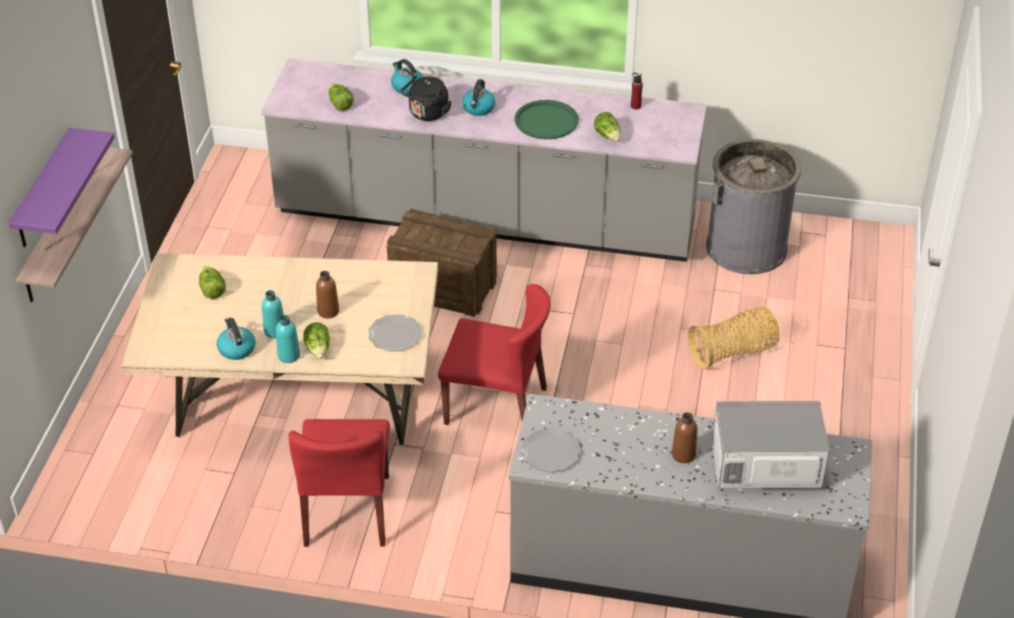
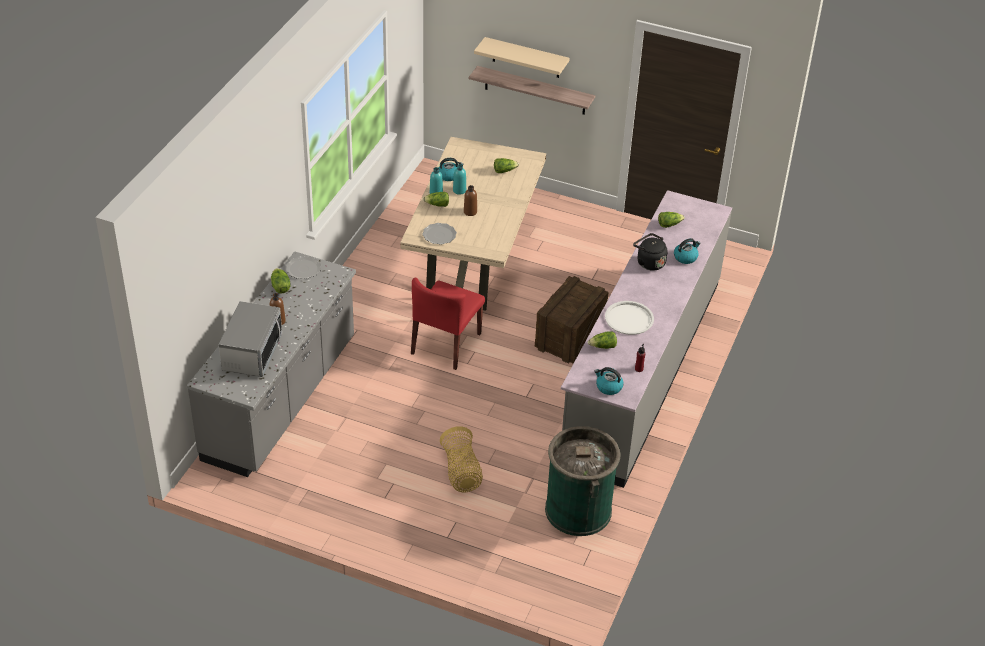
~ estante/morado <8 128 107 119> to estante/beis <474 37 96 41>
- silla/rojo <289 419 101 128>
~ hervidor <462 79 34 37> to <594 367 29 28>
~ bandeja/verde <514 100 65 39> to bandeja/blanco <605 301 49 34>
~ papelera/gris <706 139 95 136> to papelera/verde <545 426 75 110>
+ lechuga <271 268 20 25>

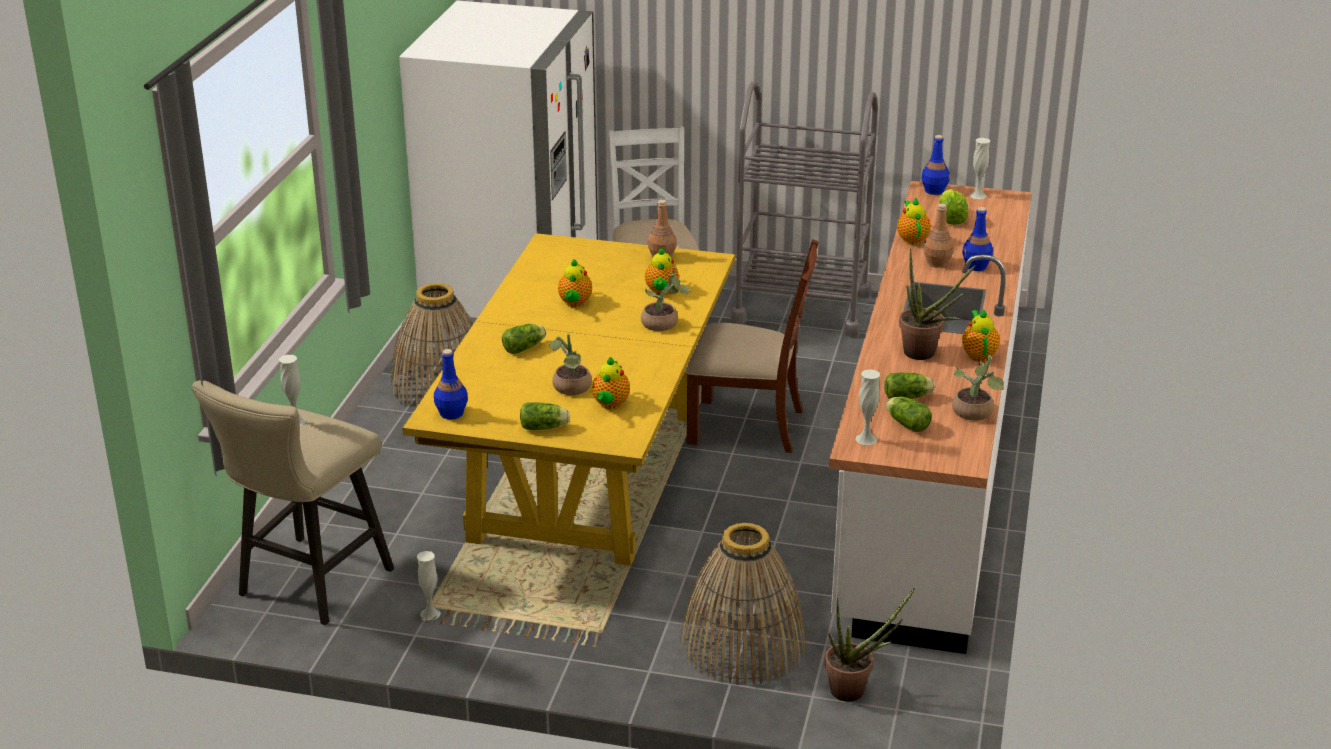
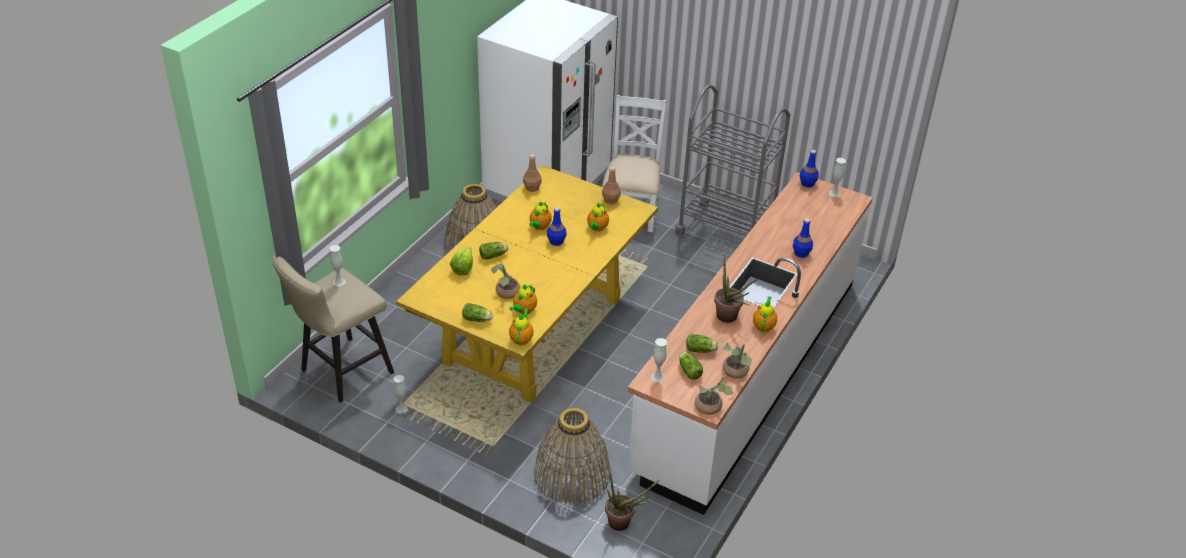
~ botella/azul <434 349 34 70> to <547 207 19 39>
~ planta en maceta <641 267 50 64> to <695 376 38 39>
- silla/marrón <685 239 134 214>
~ tetera <897 198 33 47> to <509 309 25 36>
~ botella/marrón <924 204 30 64> to <523 154 19 38>
~ lechuga <939 189 29 36> to <450 247 23 28>

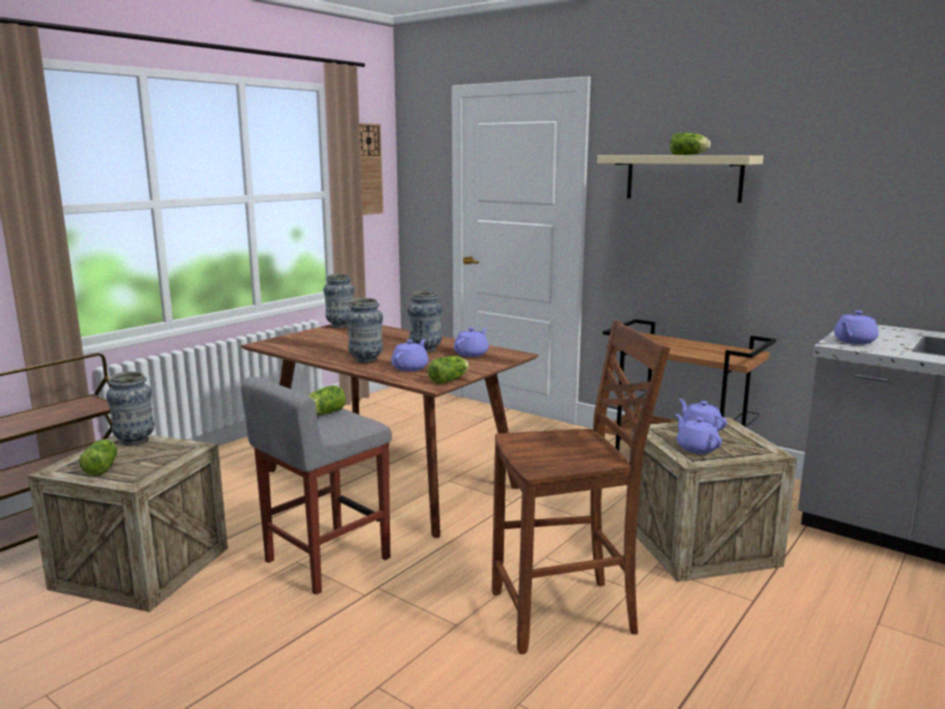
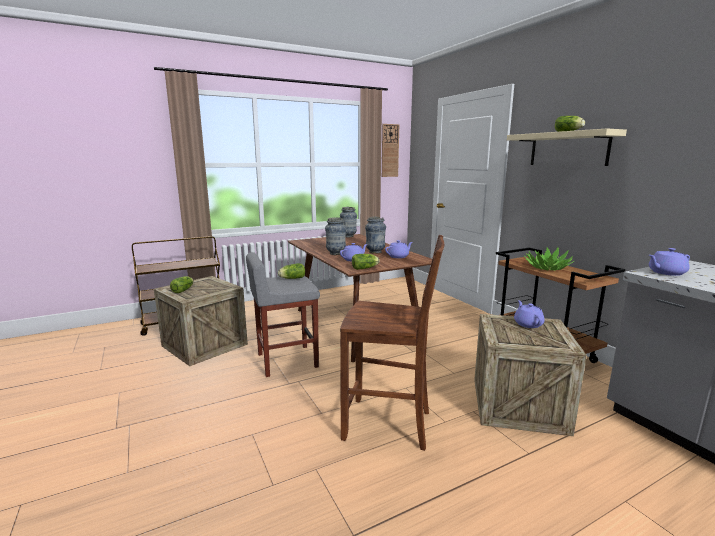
- florero <106 372 48 74>
- tetera/morado <676 414 46 40>
+ planta en maceta <523 247 51 23>

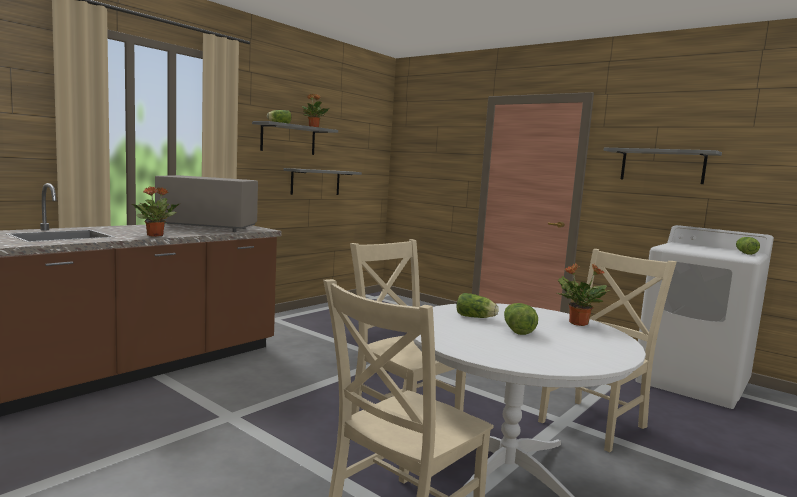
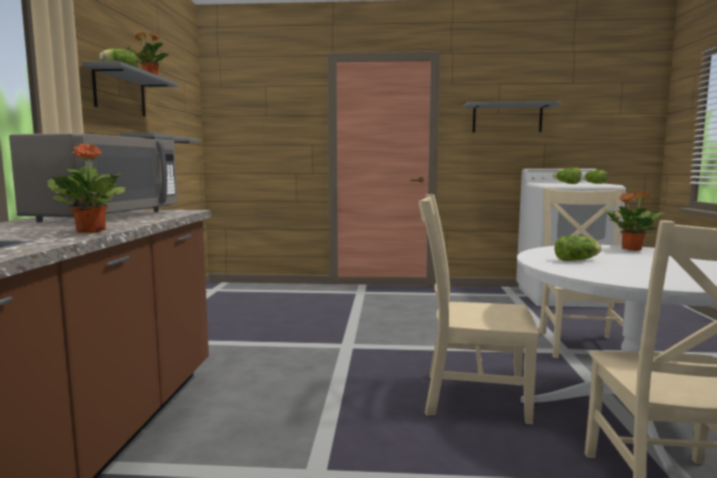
~ microondas/gris <155 175 103 57> = <9 133 169 89> 135 degrees clockwise
~ lechuga <504 303 34 32> to <553 168 29 16>

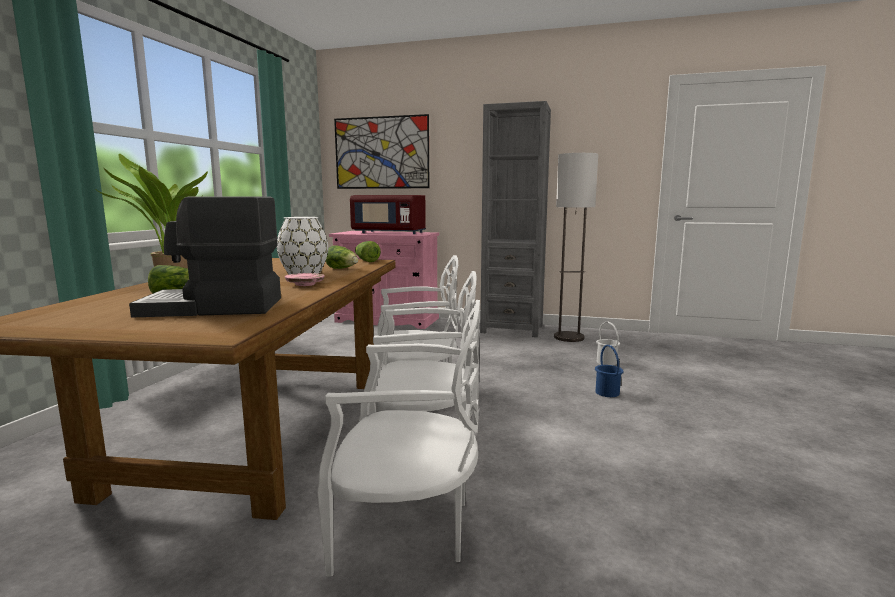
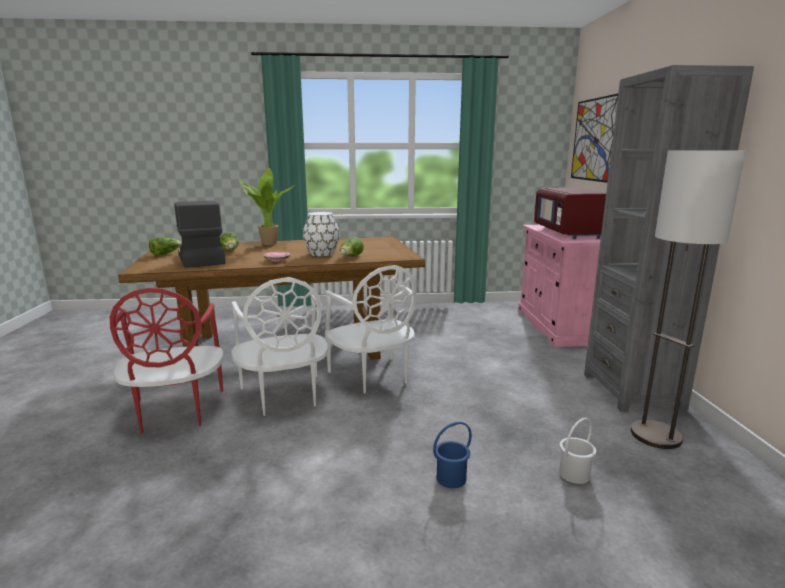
~ silla/blanco <317 300 163 277> to silla/rojo <110 288 114 146>
~ lechuga <355 241 26 21> to <149 237 33 19>

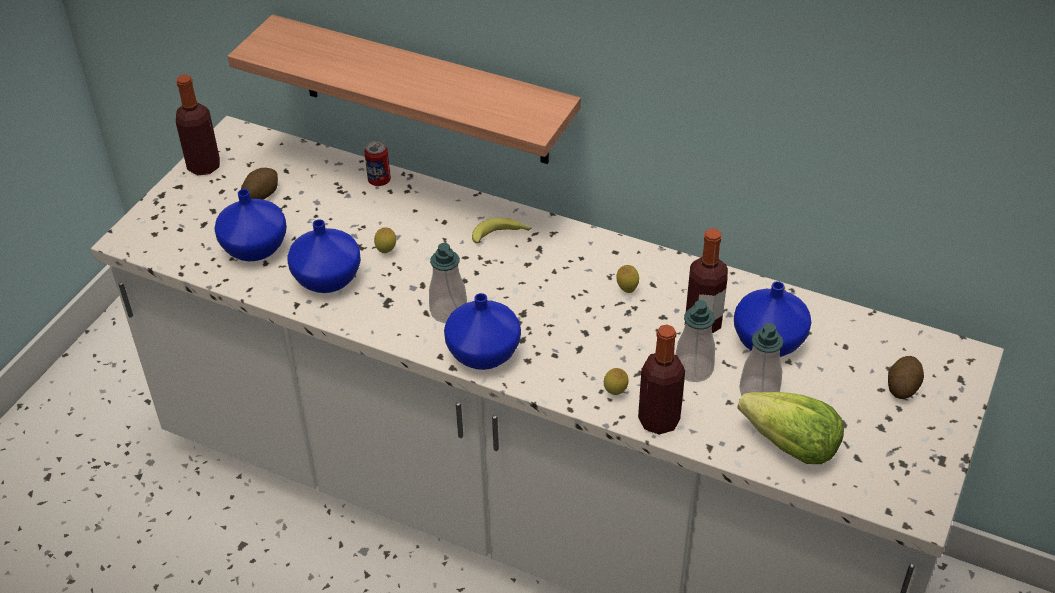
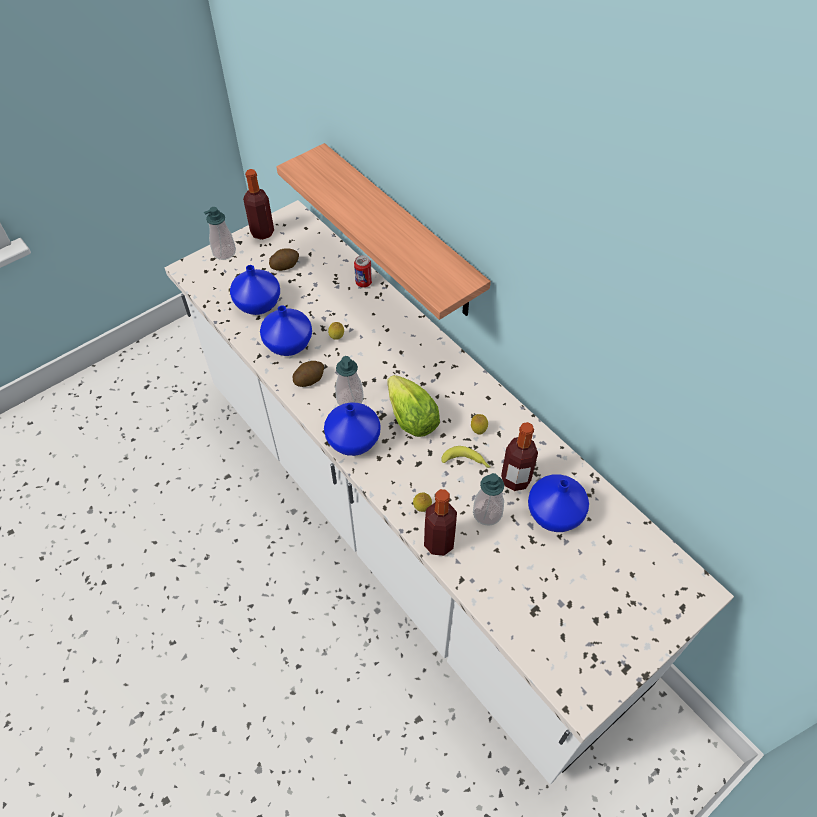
~ plátano <472 218 60 25> to <441 446 49 22>
~ lechuga <737 392 107 72> to <387 375 53 62>
~ dispensador de jabón <739 323 44 72> to <204 207 32 53>
~ patata <888 356 36 43> to <293 361 31 26>

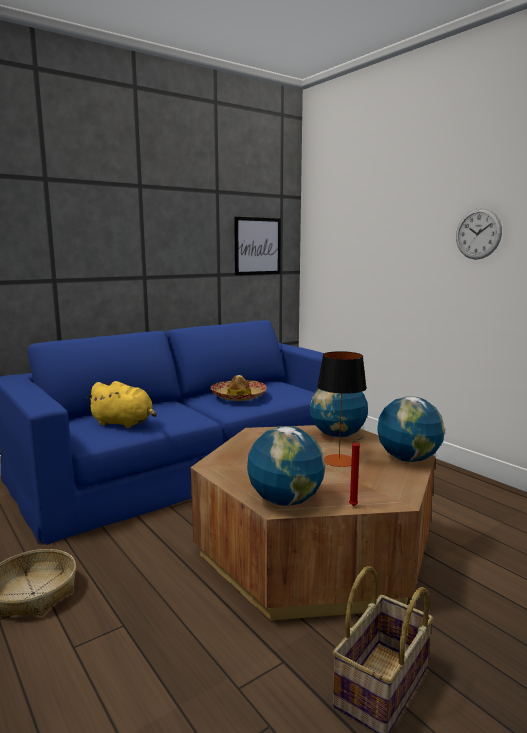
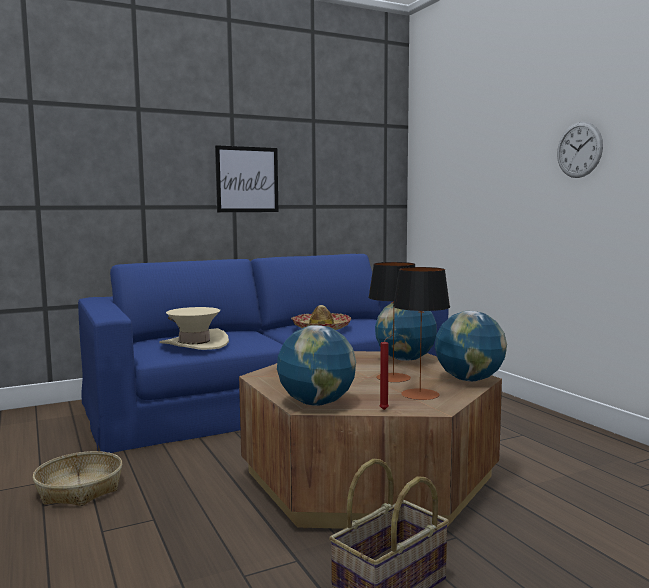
~ peluche/amarillo <86 381 71 47> to sombrero/beis <159 307 70 43>
~ cuadro <234 217 47 58> to <215 145 63 67>
+ lámpara de mesa <393 267 57 133>

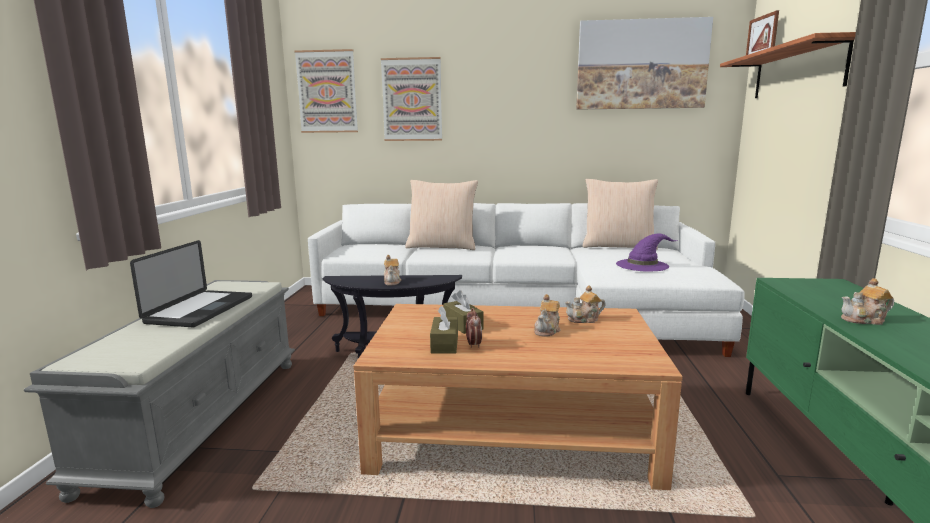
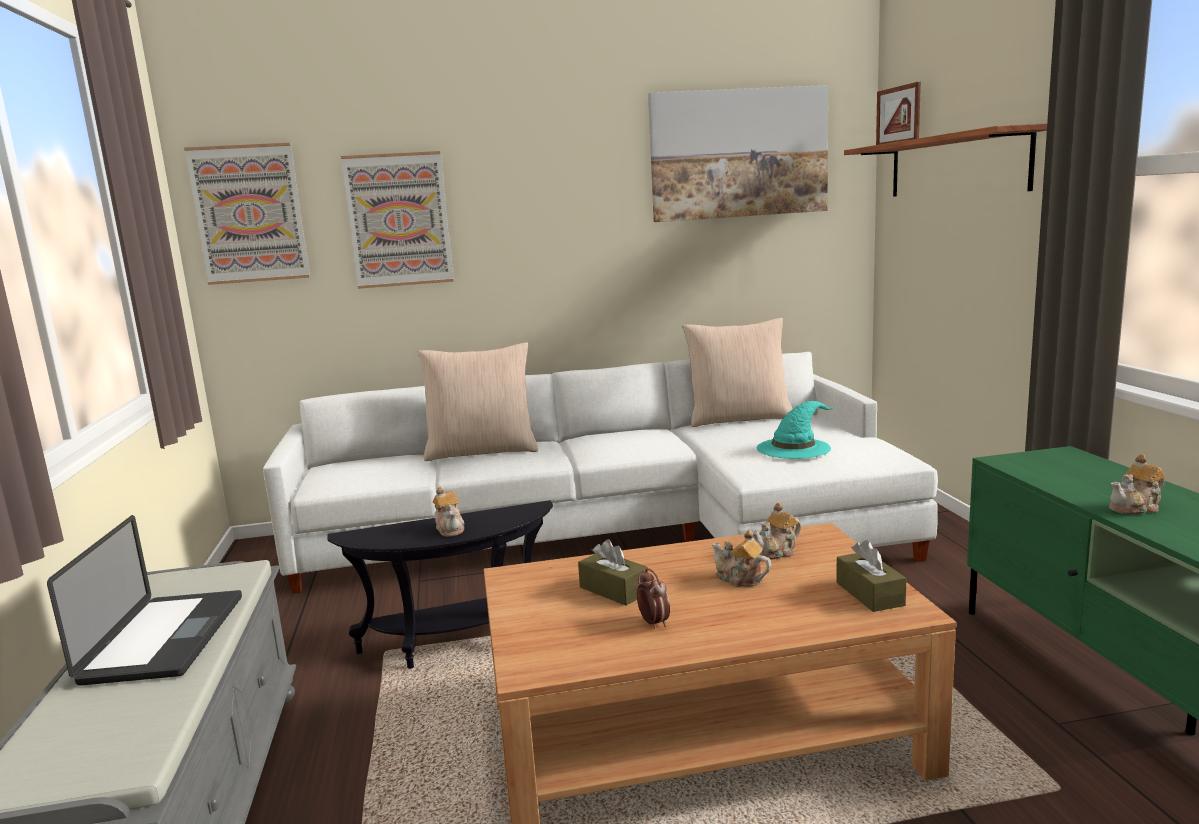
~ caja de pañuelos/marrón <430 306 28 48> to <836 540 71 72>
~ tetera <534 294 27 43> = <712 530 59 57> 120 degrees clockwise
~ sombrero/morado <616 233 61 39> to sombrero/turquesa <757 401 77 58>

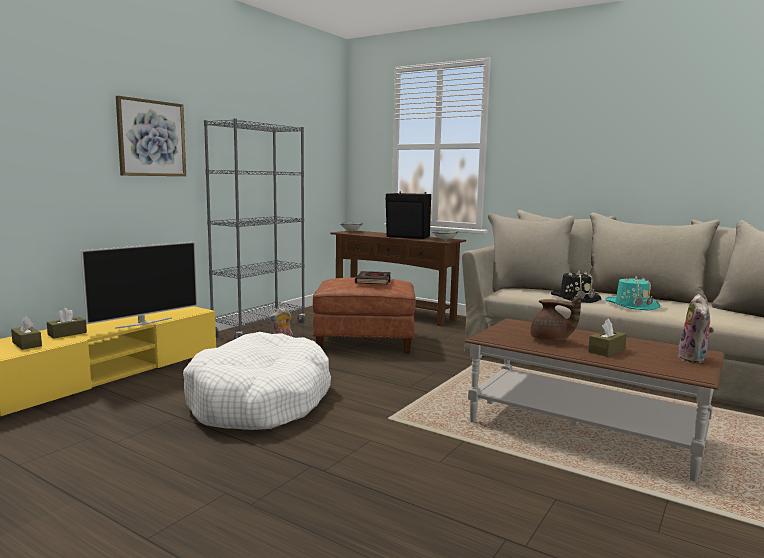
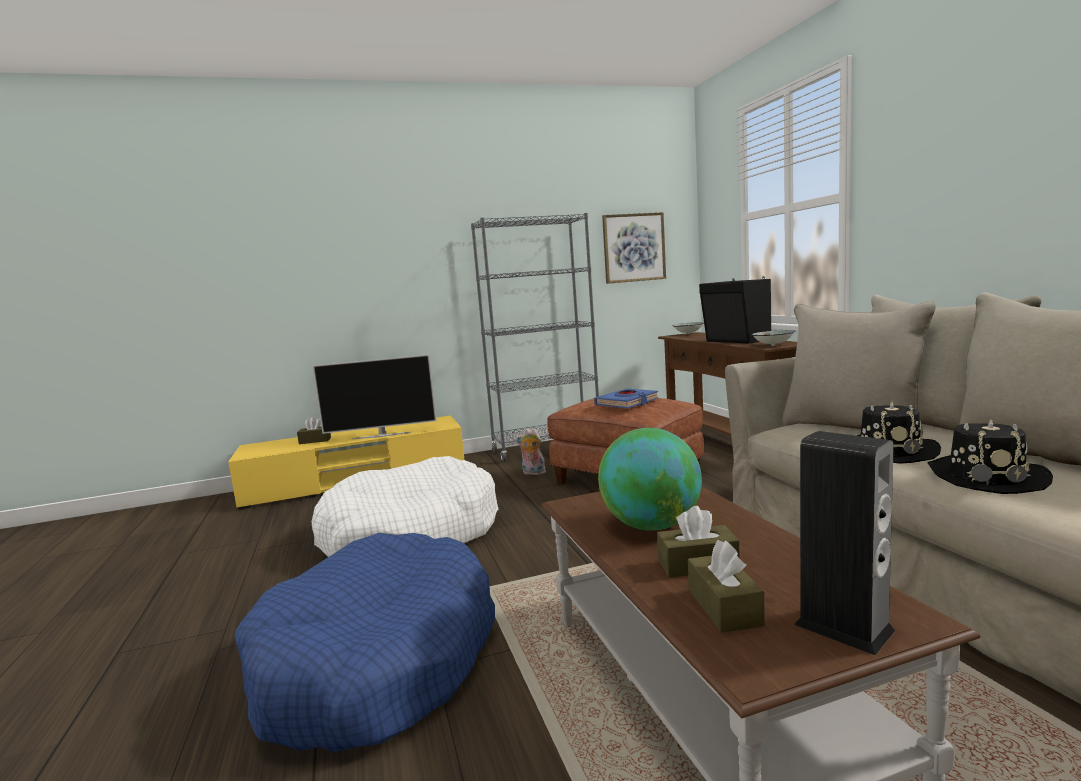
~ caja de pañuelos/marrón <11 317 31 33> to <688 540 77 93>
~ cuadro <116 95 70 81> to <602 212 64 72>
~ libro/negro <355 271 36 14> to libro/azul <594 388 65 21>
~ tetera/marrón <531 295 50 47> to globo terráqueo <598 428 104 103>
~ sombrero/turquesa <605 275 55 35> to sombrero/negro <928 419 125 75>
~ peluche <678 294 36 69> to altavoz <794 431 101 224>
+ cama para perro/azul <235 533 260 219>

